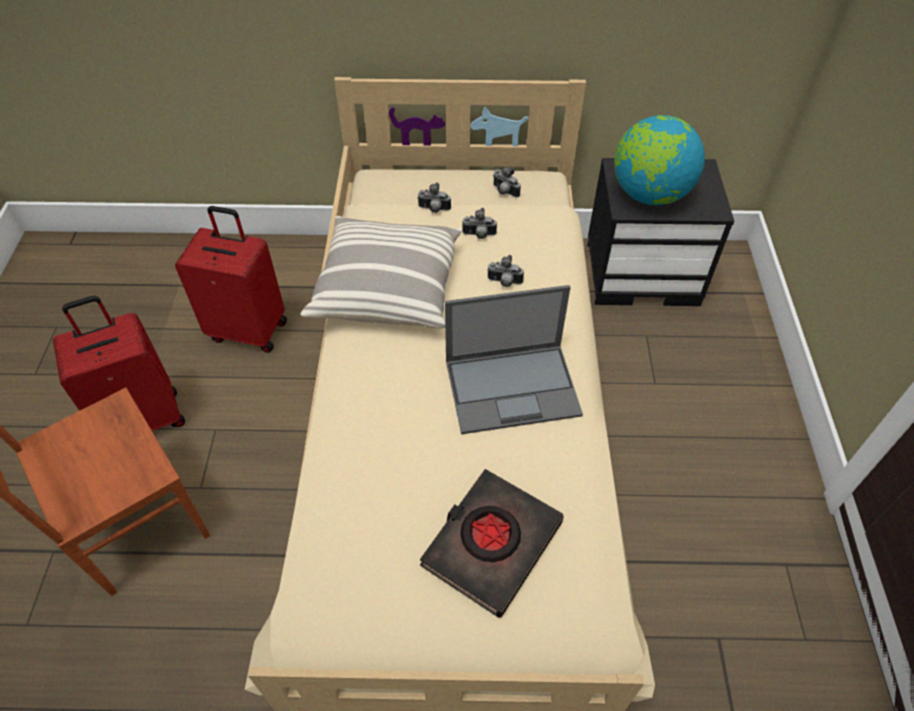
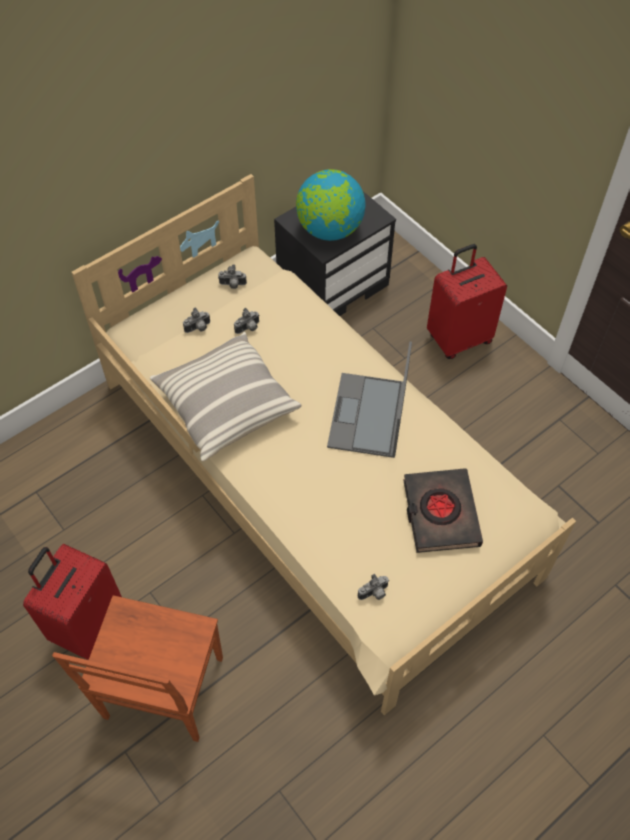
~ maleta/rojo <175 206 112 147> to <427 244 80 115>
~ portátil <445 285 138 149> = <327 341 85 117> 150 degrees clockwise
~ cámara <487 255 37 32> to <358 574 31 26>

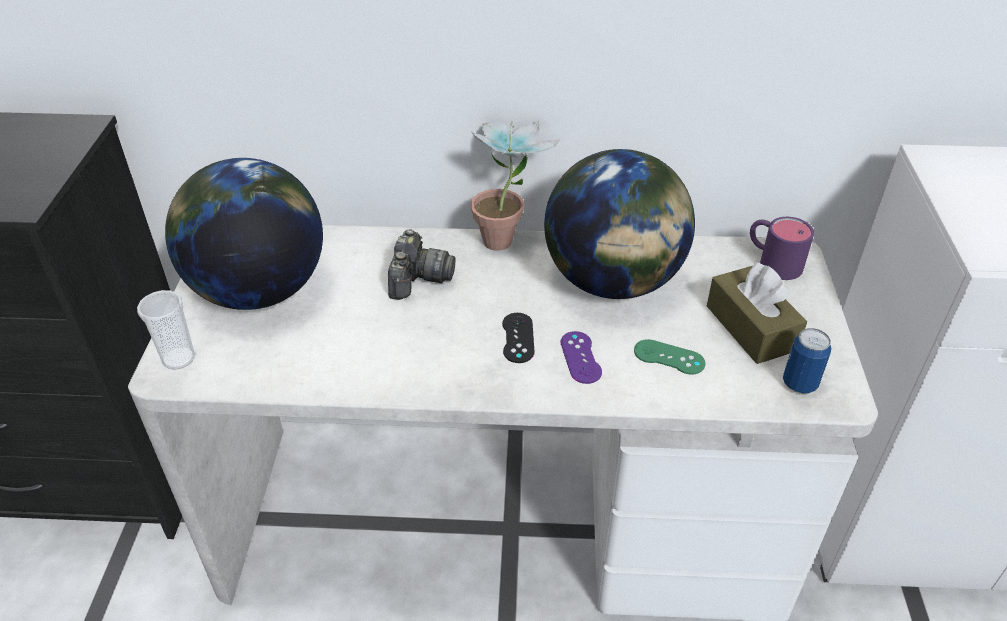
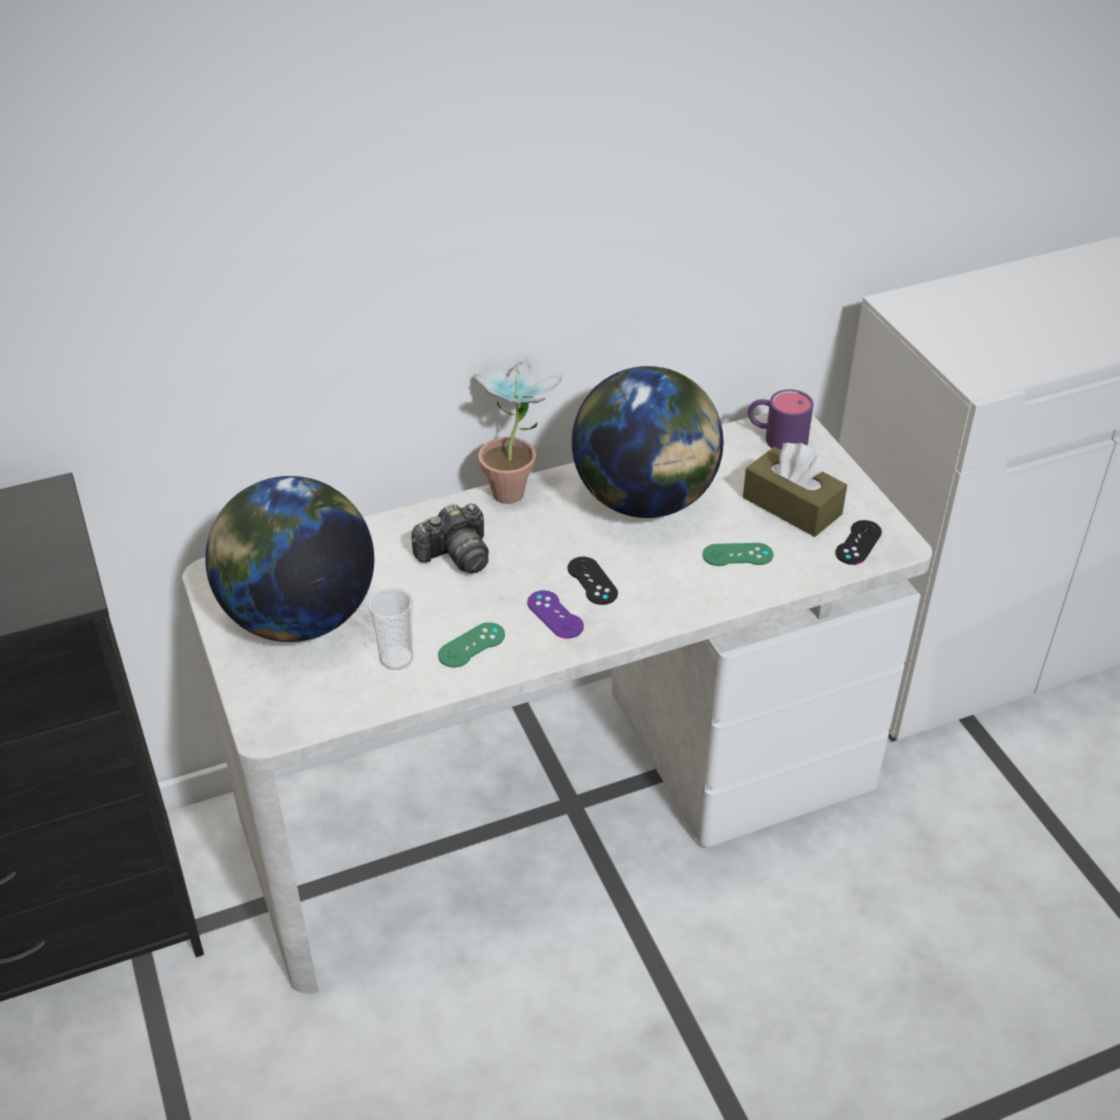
~ taza <137 290 58 80> to <368 588 45 82>
~ cámara <388 229 68 71> = <412 503 77 71> 75 degrees clockwise
~ mando de consola/morado <561 331 41 53> to <527 590 57 49>
~ lata <783 328 49 65> to mando de consola/negro <835 520 47 45>
+ mando de consola/verde <438 622 67 45>

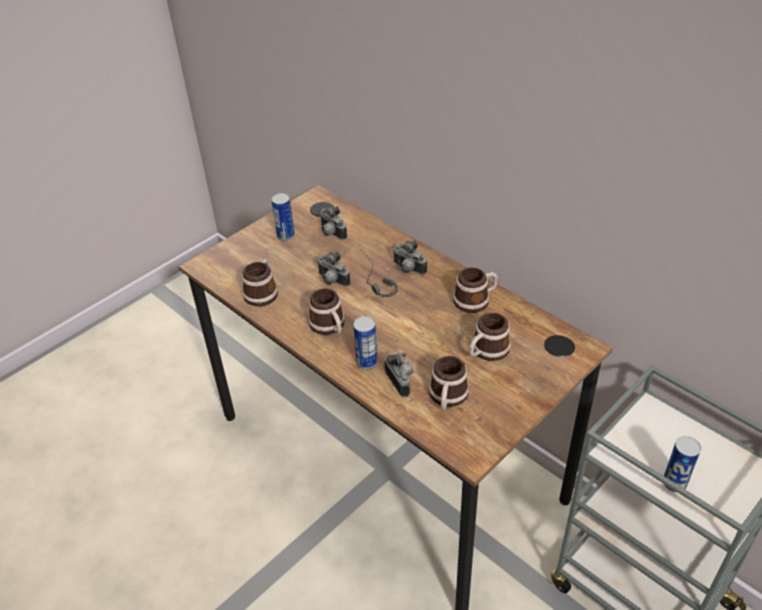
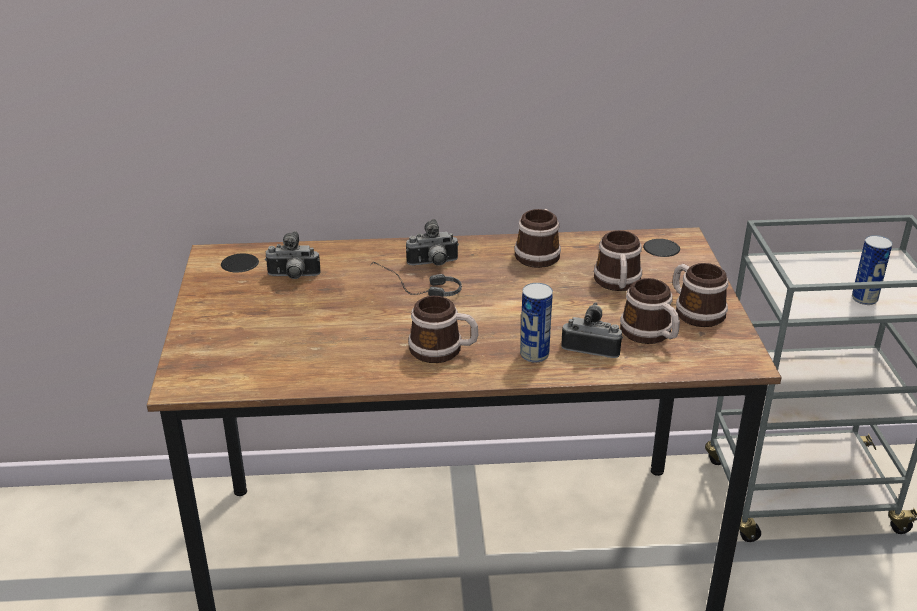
~ taza grande <242 259 36 48> to <673 263 55 64>
- lata <271 193 24 48>
- cámara <317 252 33 35>

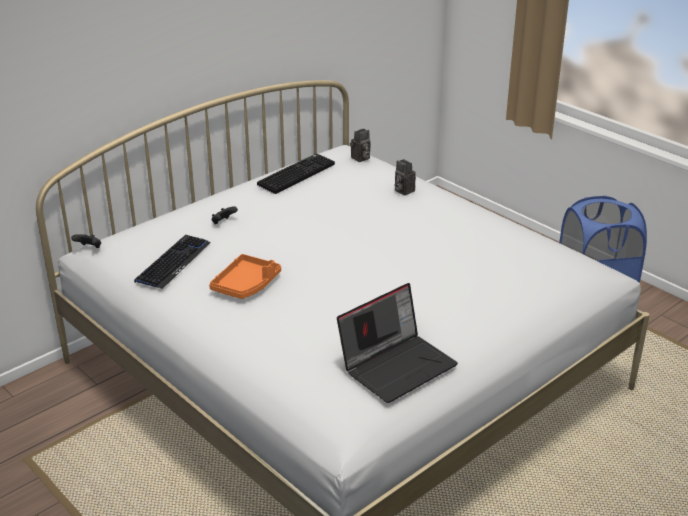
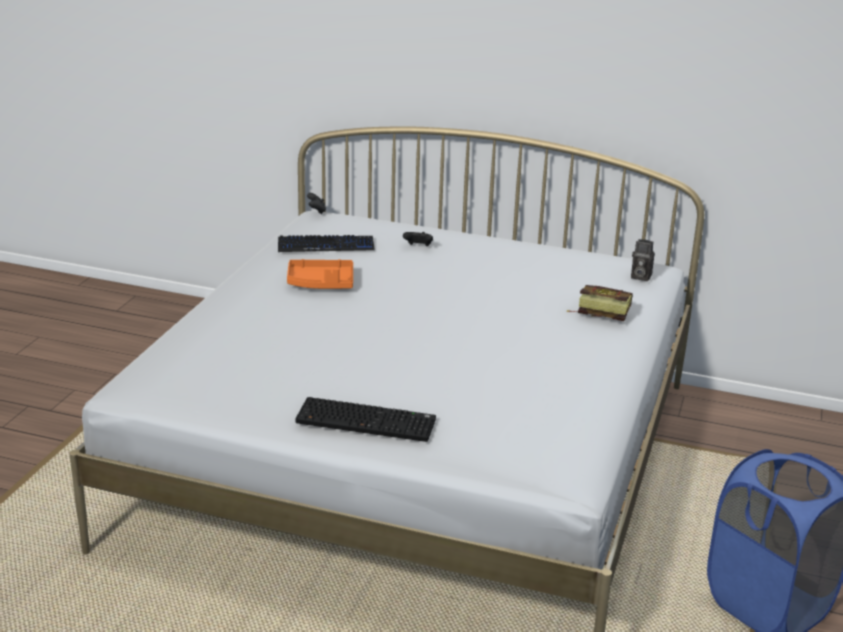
~ teclado <257 153 78 41> to <295 397 141 45>
- portátil <337 283 121 120>
~ cámara <395 159 21 36> to libro <567 285 66 36>

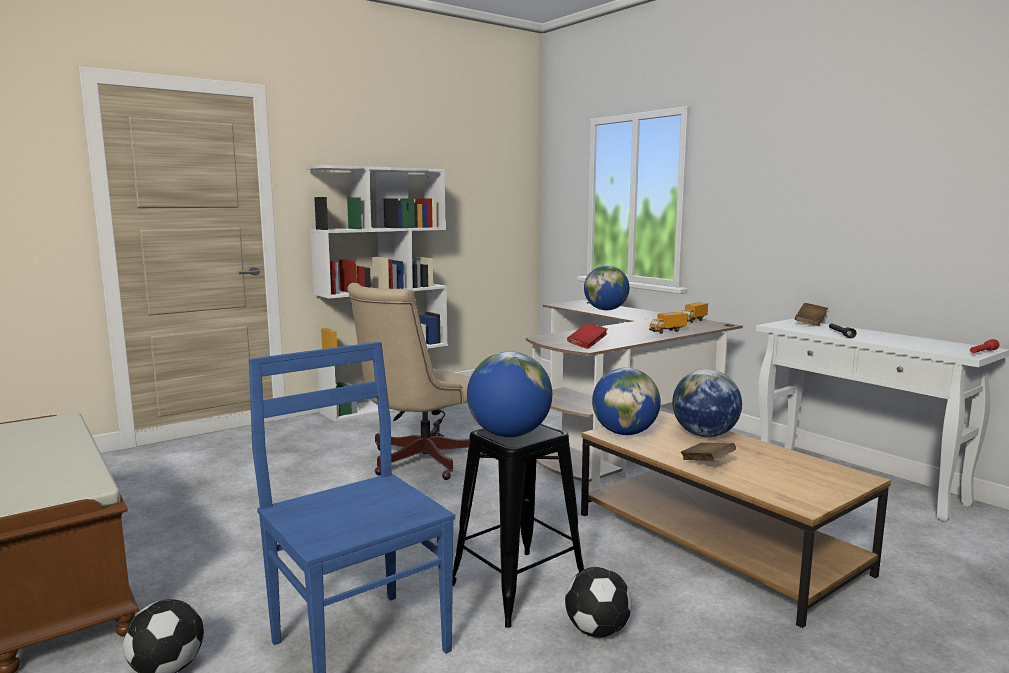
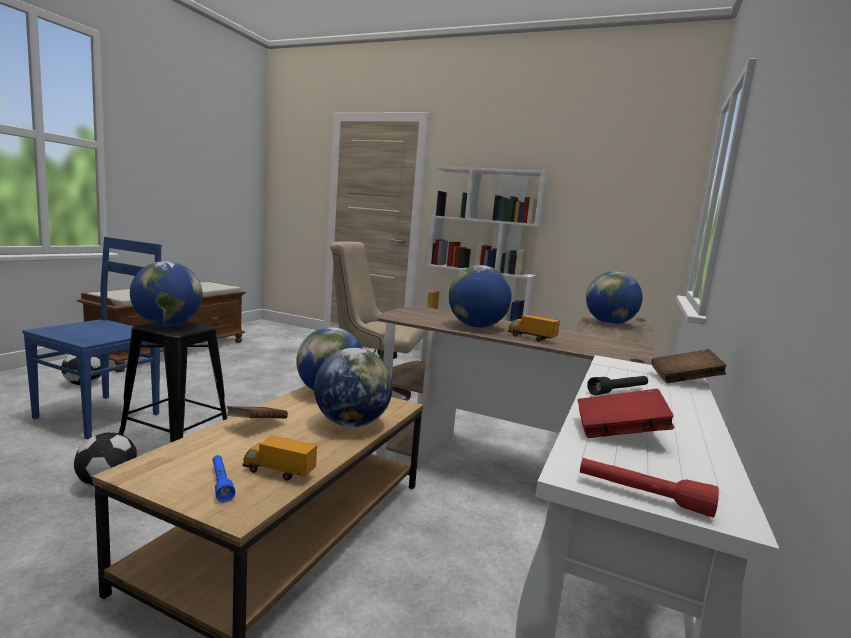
~ libro/rojo <567 323 40 26> to <578 389 97 49>
~ camión de juguete <682 302 26 21> to <242 435 75 46>
+ linterna/azul <213 455 23 47>
+ globo terráqueo <449 265 63 63>

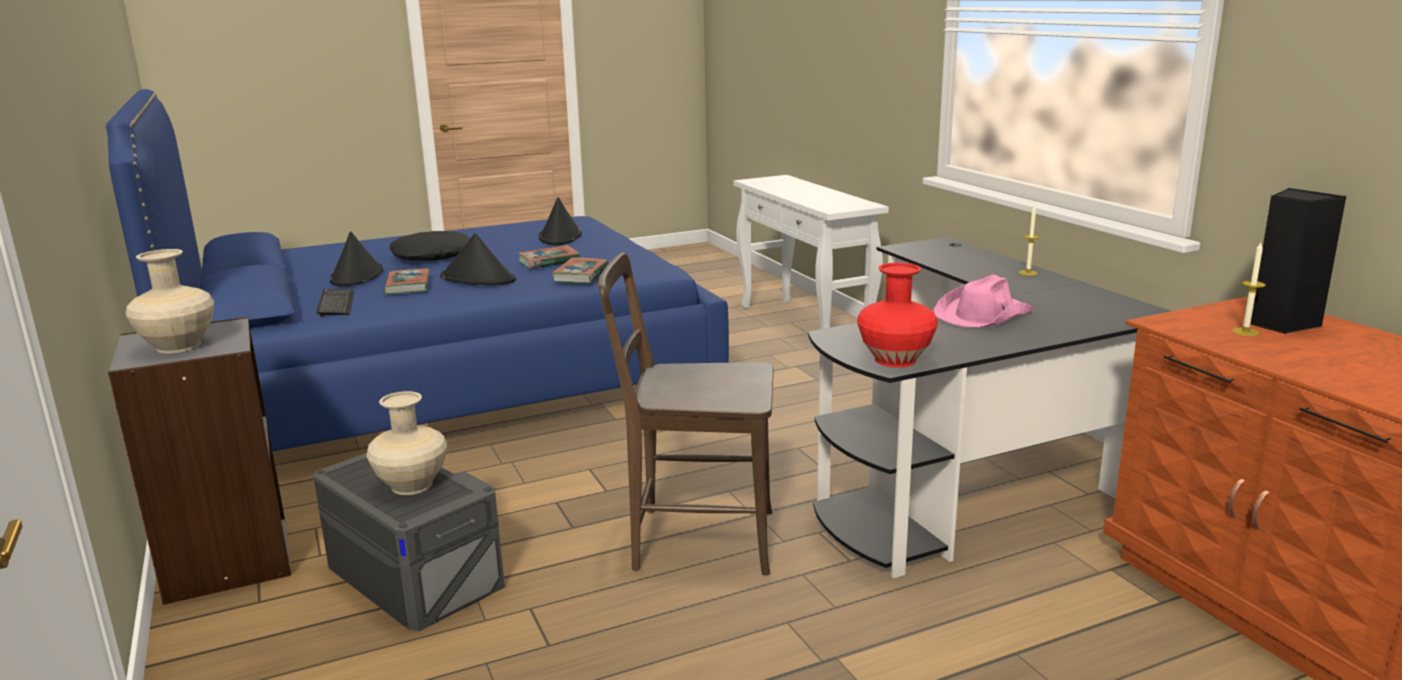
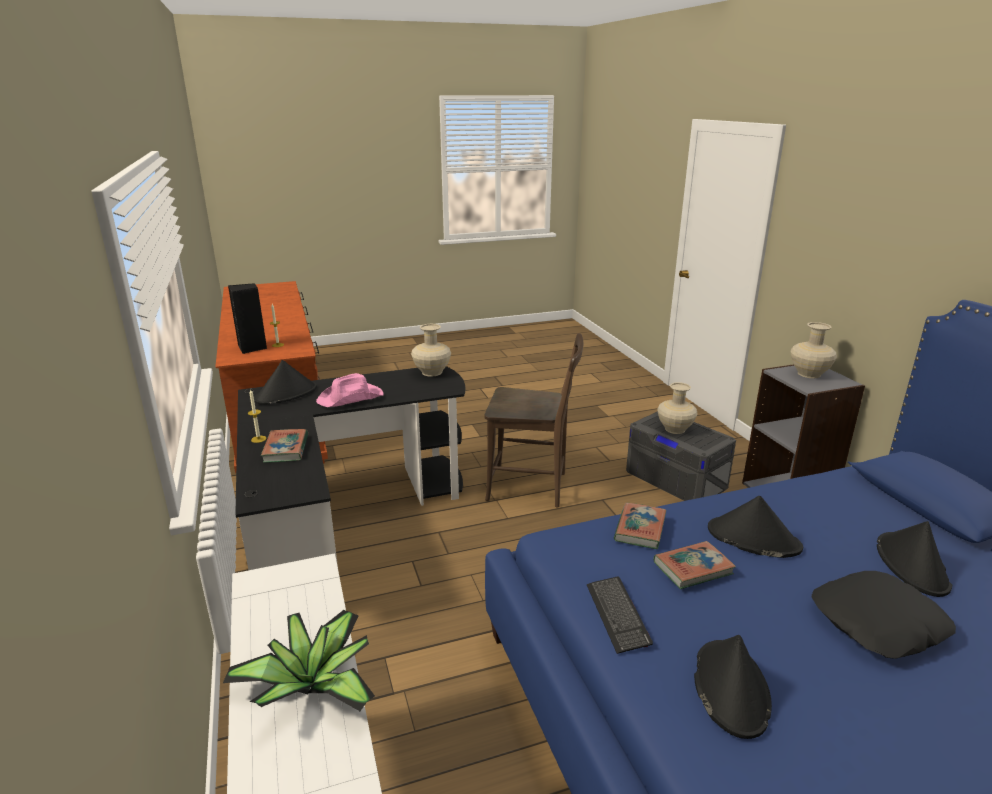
~ teclado <316 289 38 28> to <587 577 66 77>
~ libro <383 269 46 26> to <261 429 47 34>
~ florero/rojo <857 263 81 105> to florero/beis <411 324 40 53>
+ planta en maceta <223 610 152 101>
+ sombrero/negro <254 360 63 45>

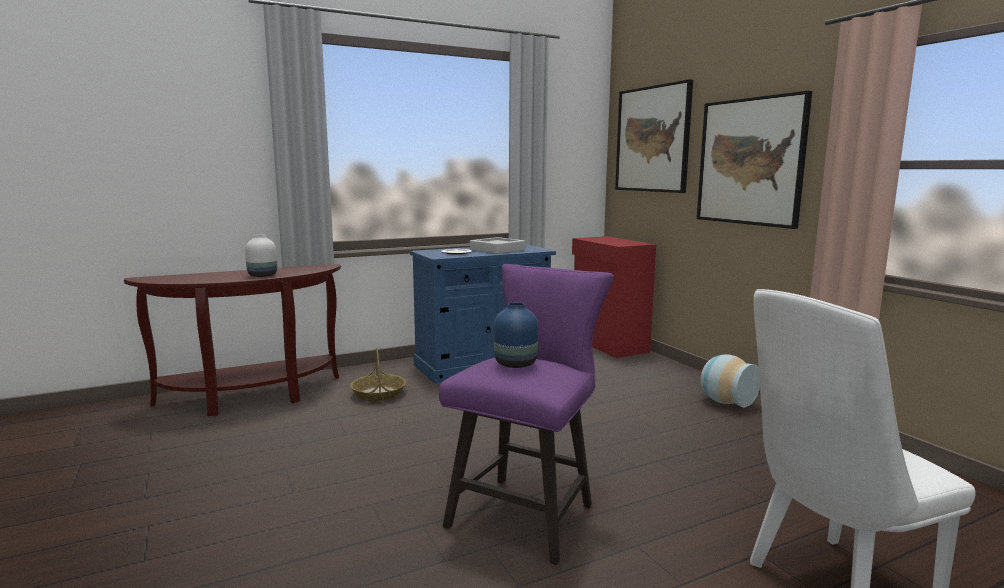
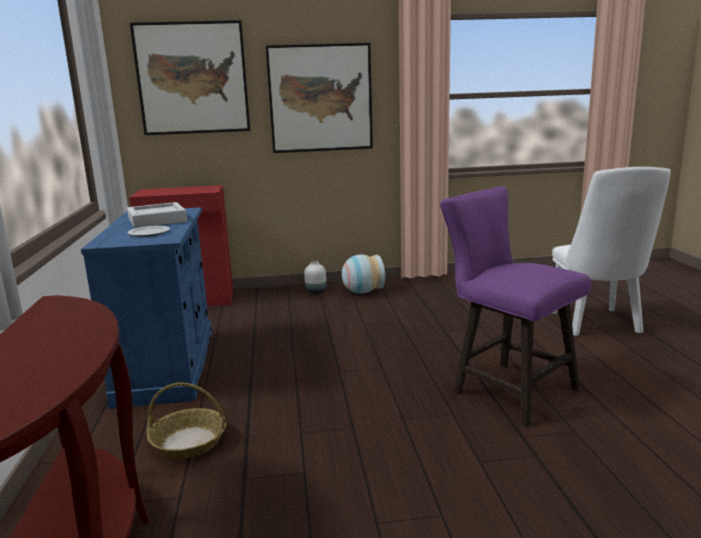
~ florero/blanco <245 235 32 42> to <304 261 23 33>
- florero/azul <494 302 44 66>

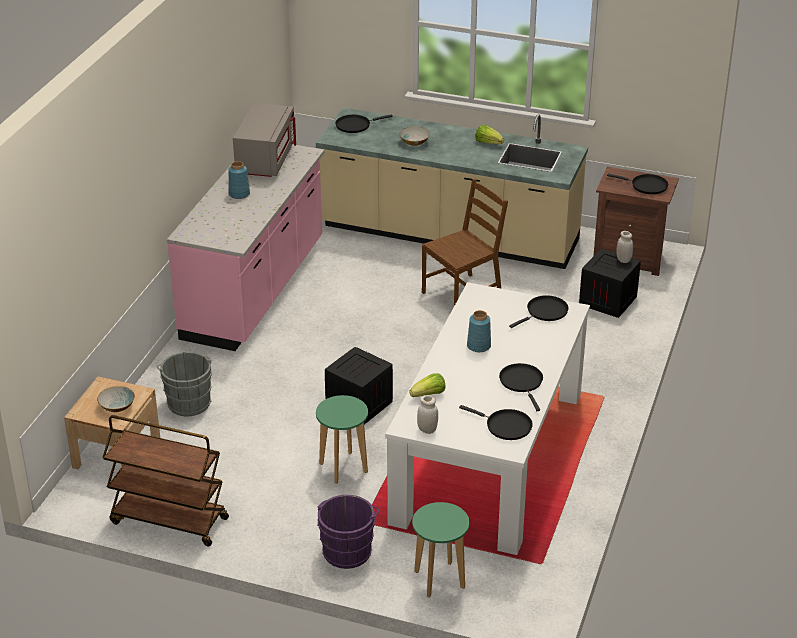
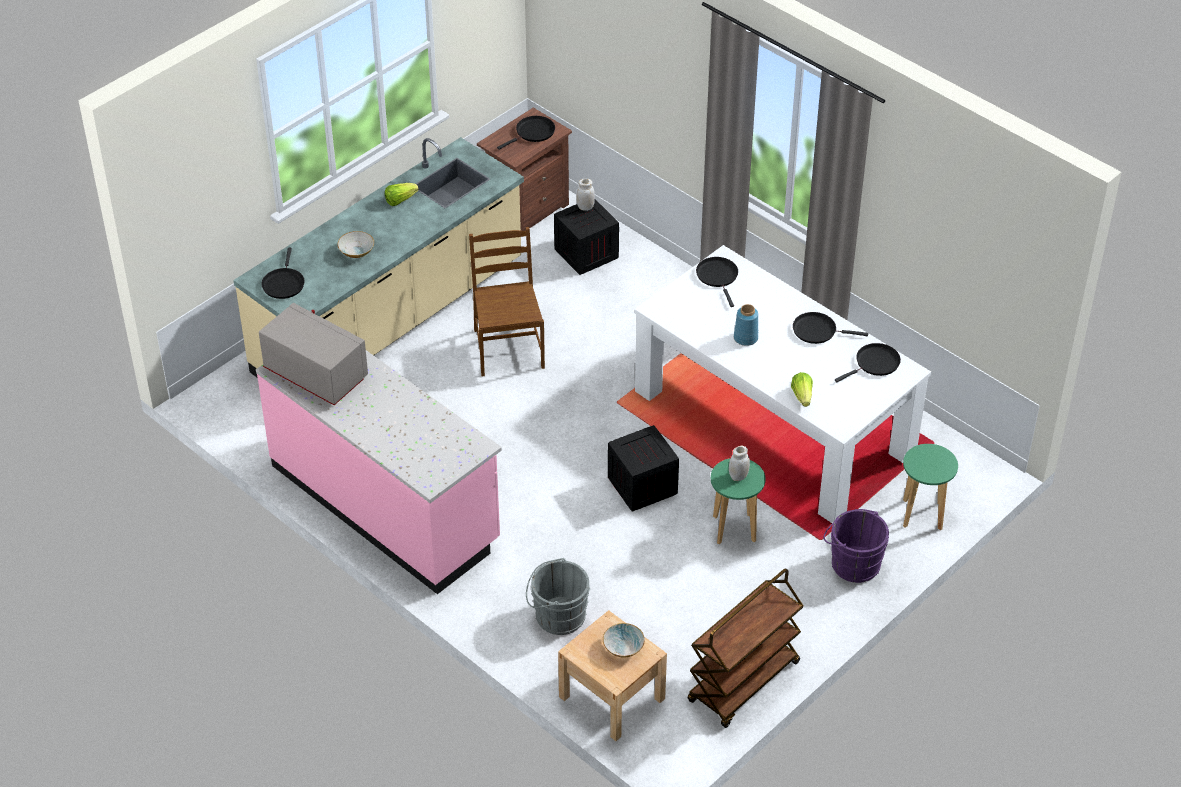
- florero/azul <228 161 22 38>
~ tarro/blanco <417 395 21 39> to <729 446 21 35>

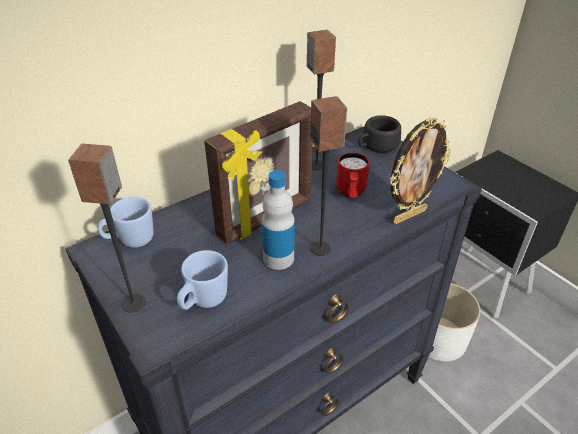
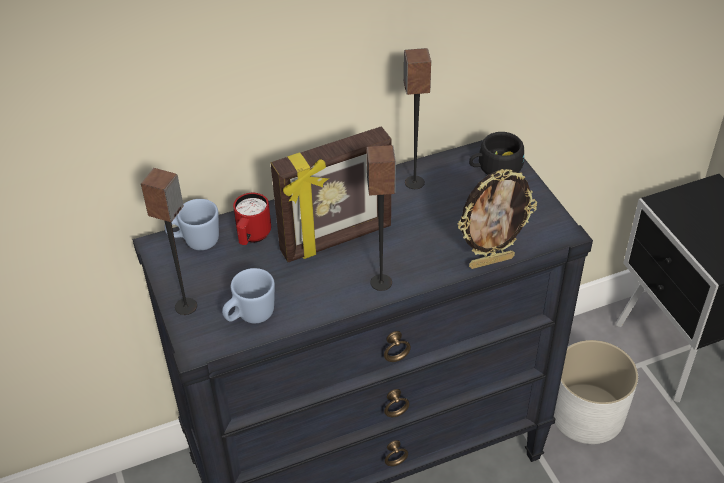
- botella <262 170 33 100>
~ taza grande/rojo <336 152 34 46> to <233 193 38 52>

